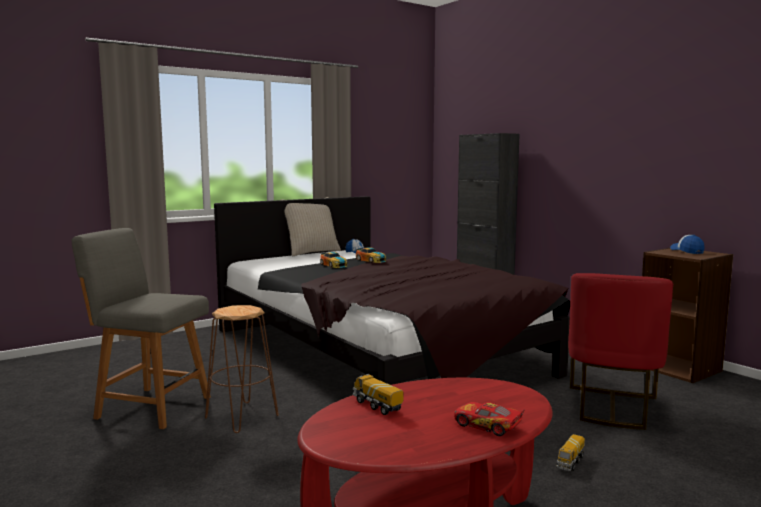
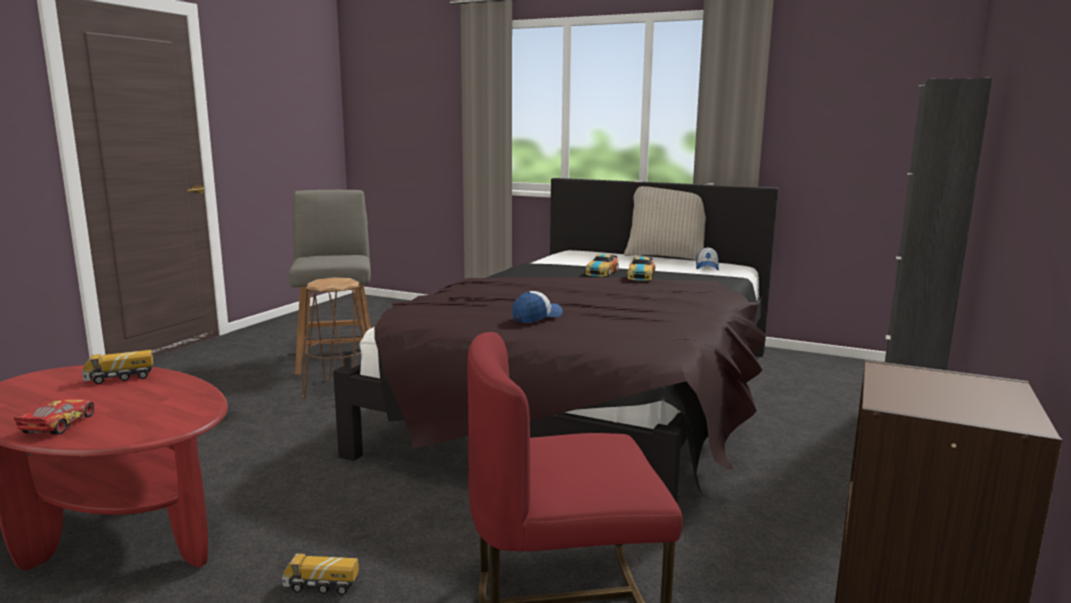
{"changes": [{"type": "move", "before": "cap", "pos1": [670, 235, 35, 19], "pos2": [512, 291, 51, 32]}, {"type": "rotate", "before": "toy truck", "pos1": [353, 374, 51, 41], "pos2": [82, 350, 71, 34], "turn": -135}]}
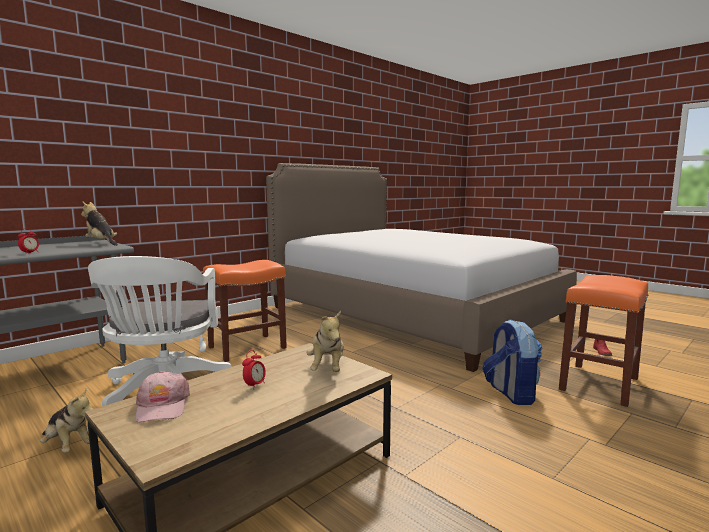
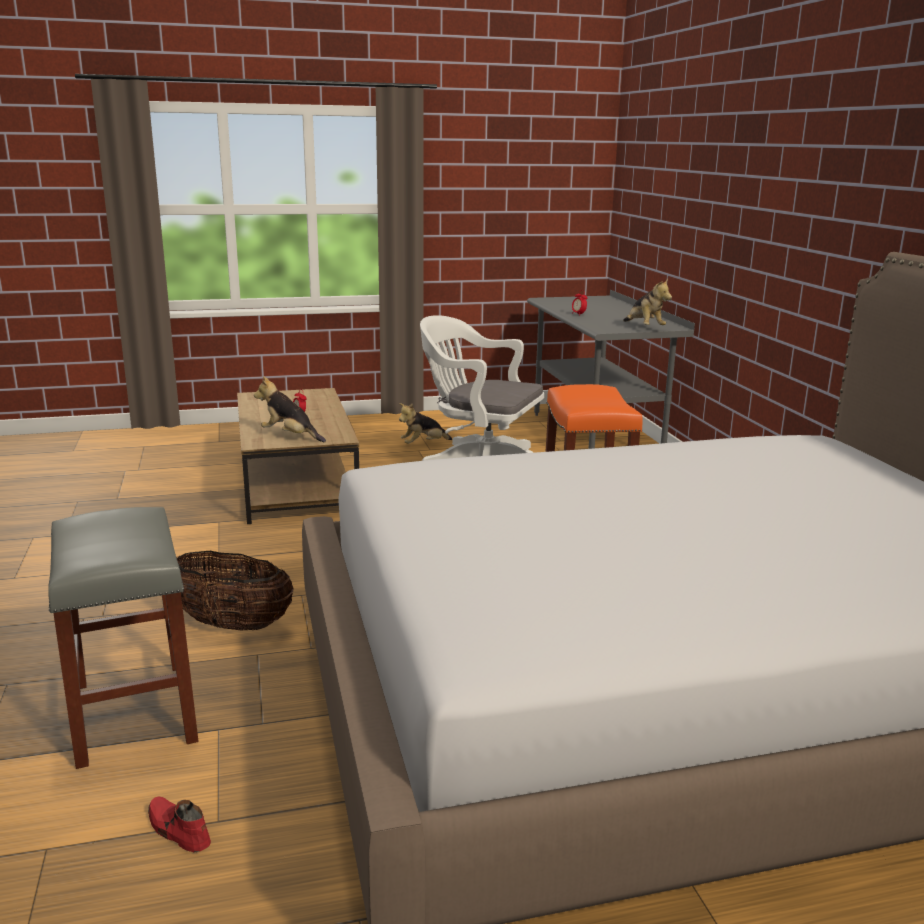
{"changes": [{"type": "delete", "before": "cap/pink", "pos1": [135, 371, 55, 51]}, {"type": "replace", "before": "backpack", "after": "basket", "pos1": [483, 319, 60, 86], "pos2": [176, 551, 118, 80]}, {"type": "recolor", "before": "stool/orange", "after": "stool/grey", "pos1": [559, 275, 89, 132], "pos2": [48, 507, 150, 262]}, {"type": "rotate", "before": "plush toy", "pos1": [81, 202, 37, 44], "pos2": [623, 278, 49, 47], "turn": 90}]}
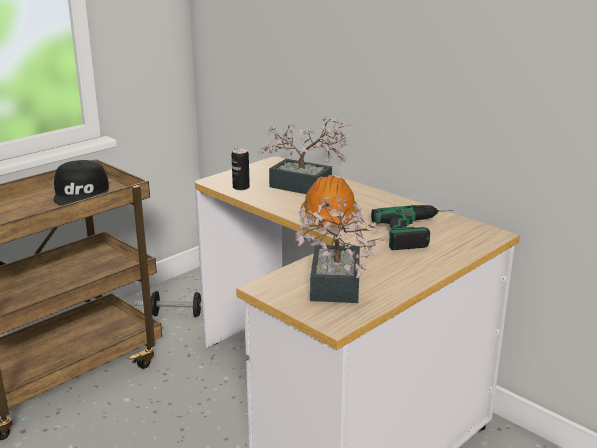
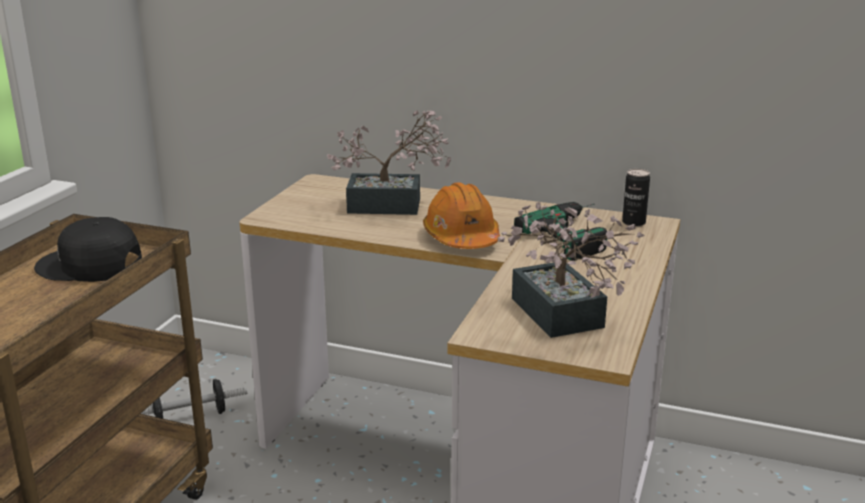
{"changes": [{"type": "move", "before": "can", "pos1": [231, 148, 19, 42], "pos2": [622, 169, 28, 58]}, {"type": "rotate", "before": "cap/black", "pos1": [54, 160, 55, 45], "pos2": [34, 217, 108, 65], "turn": 135}]}
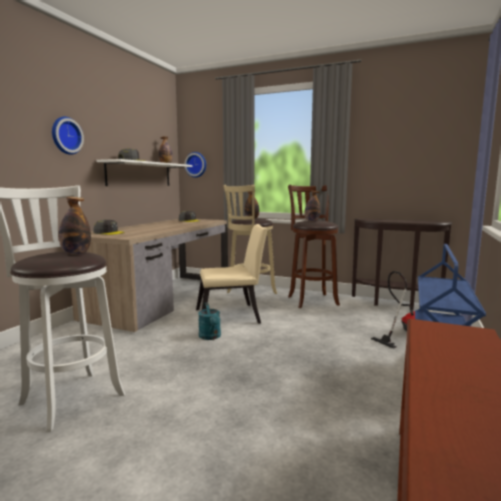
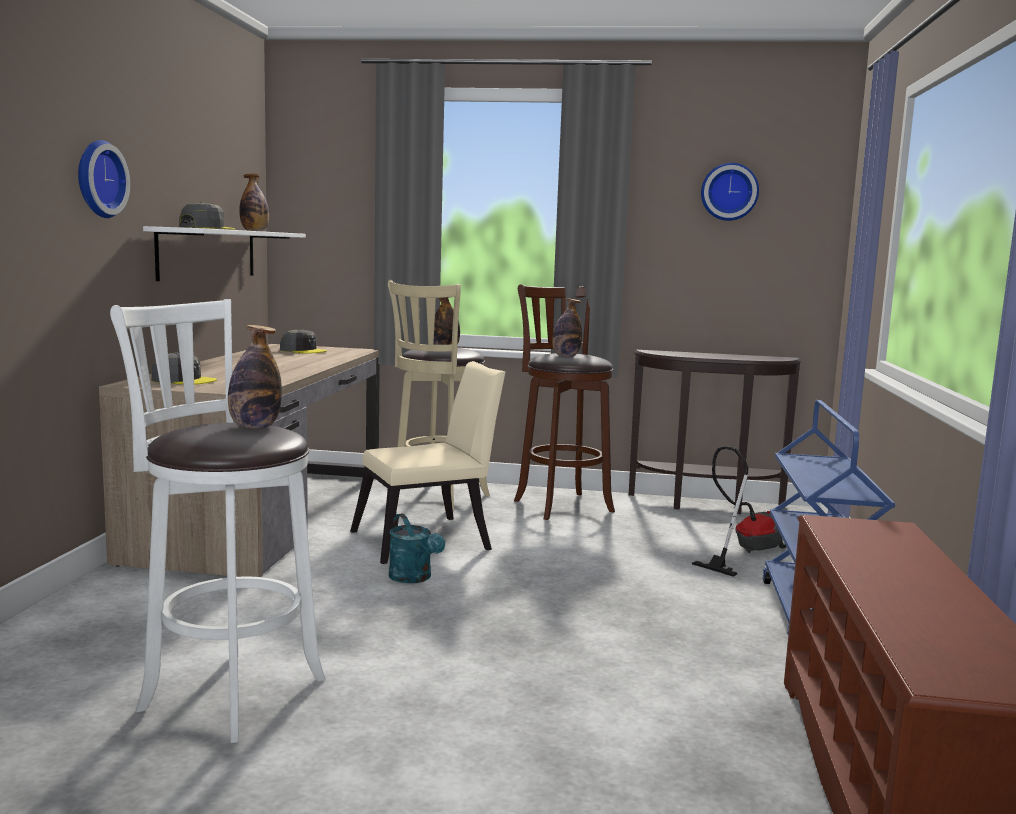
{"changes": [{"type": "move", "before": "wall clock", "pos1": [185, 152, 21, 26], "pos2": [701, 163, 58, 58]}]}
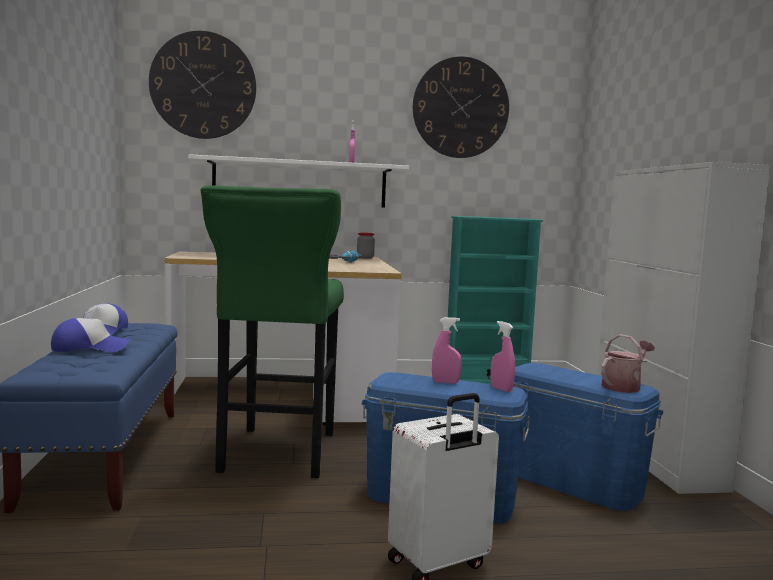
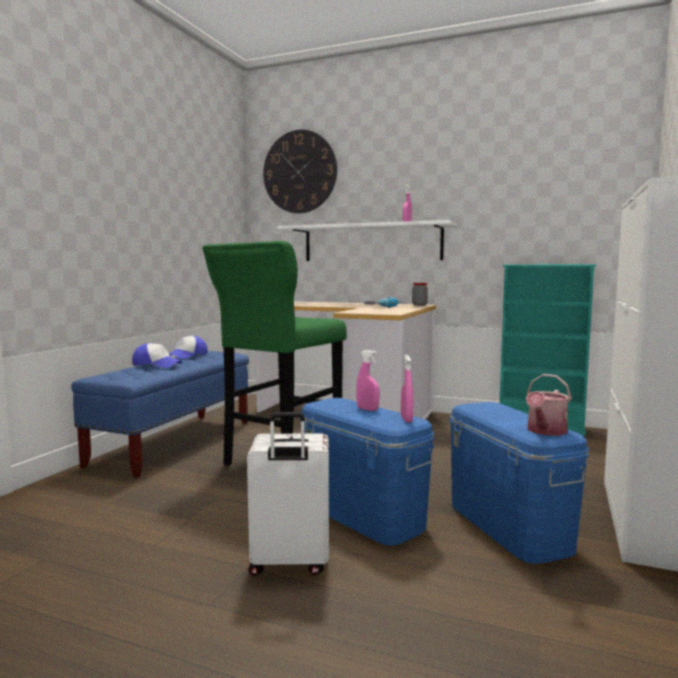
{"changes": [{"type": "delete", "before": "wall clock", "pos1": [413, 56, 96, 102]}, {"type": "rotate", "before": "watering can", "pos1": [601, 334, 54, 59], "pos2": [526, 374, 46, 62], "turn": 135}]}
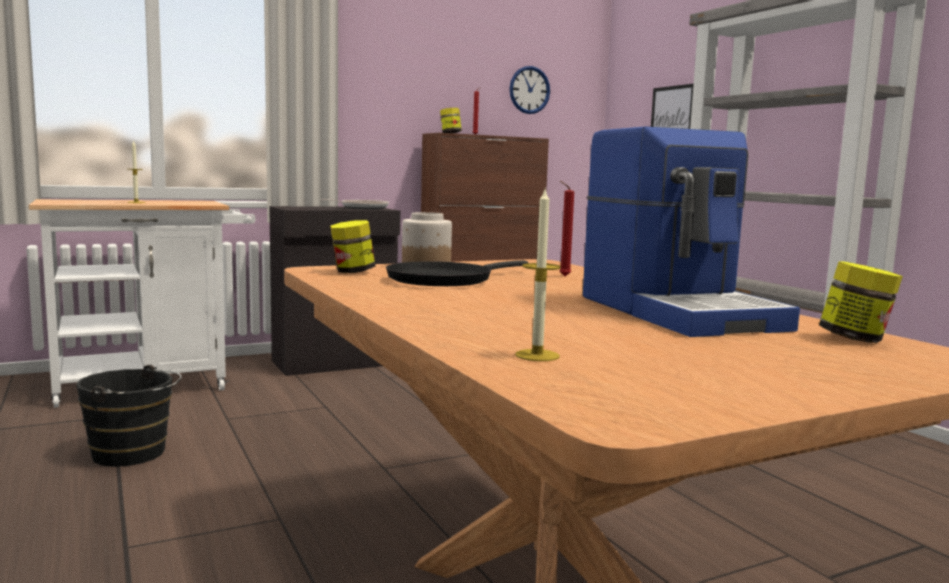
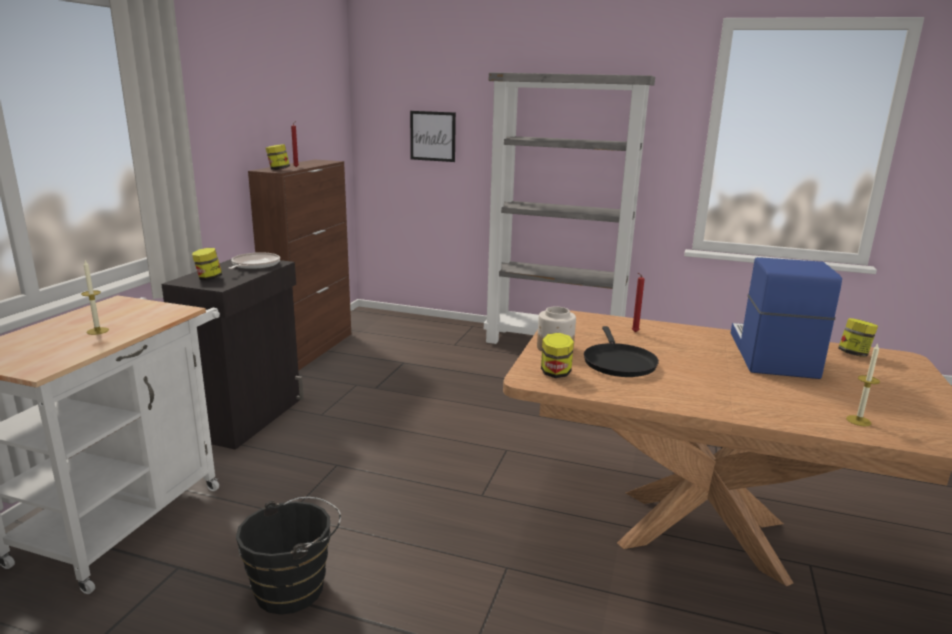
{"changes": [{"type": "delete", "before": "wall clock", "pos1": [509, 66, 41, 48]}, {"type": "insert", "after": "jar", "pos2": [192, 248, 30, 32]}, {"type": "rotate", "before": "coffee machine", "pos1": [583, 127, 217, 210], "pos2": [731, 257, 111, 122], "turn": -105}]}
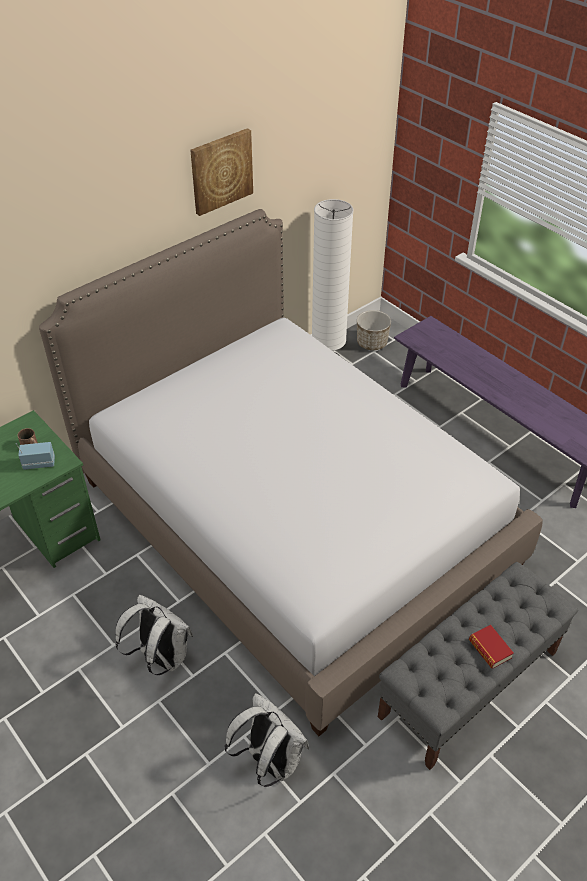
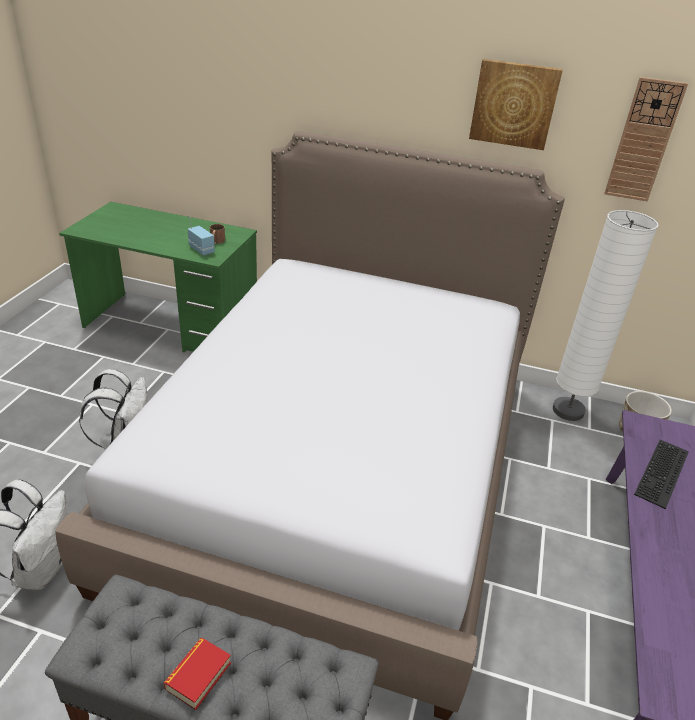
{"changes": [{"type": "insert", "after": "wall clock", "pos2": [604, 77, 84, 125]}, {"type": "insert", "after": "keyboard", "pos2": [634, 440, 55, 69]}]}
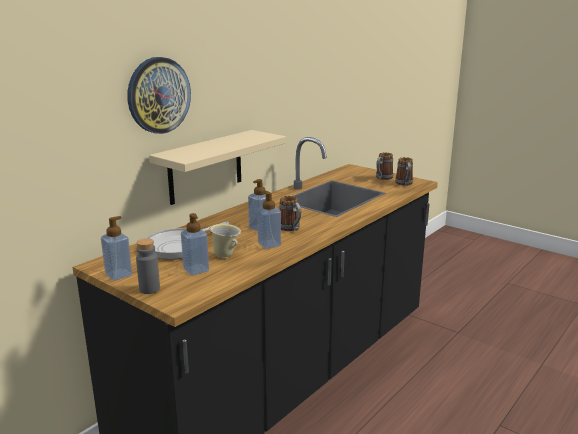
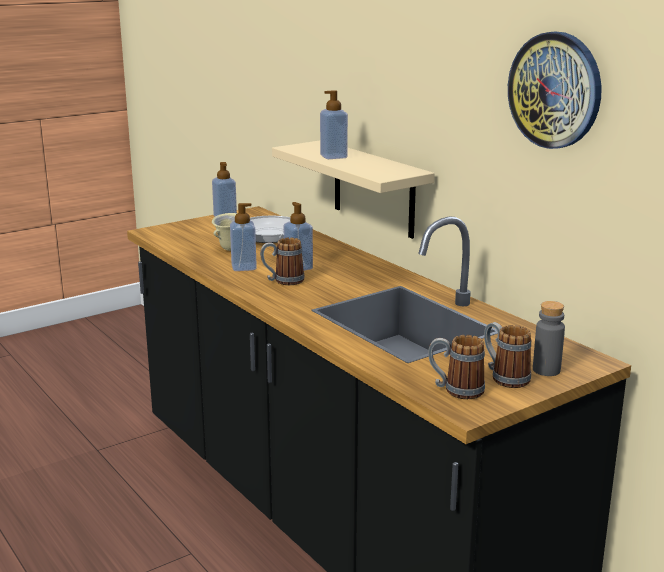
{"changes": [{"type": "move", "before": "wall clock", "pos1": [127, 57, 64, 77], "pos2": [508, 31, 94, 118]}, {"type": "move", "before": "bottle/grey", "pos1": [136, 238, 24, 56], "pos2": [533, 301, 32, 75]}, {"type": "move", "before": "soap dispenser", "pos1": [181, 213, 28, 63], "pos2": [320, 90, 28, 69]}]}
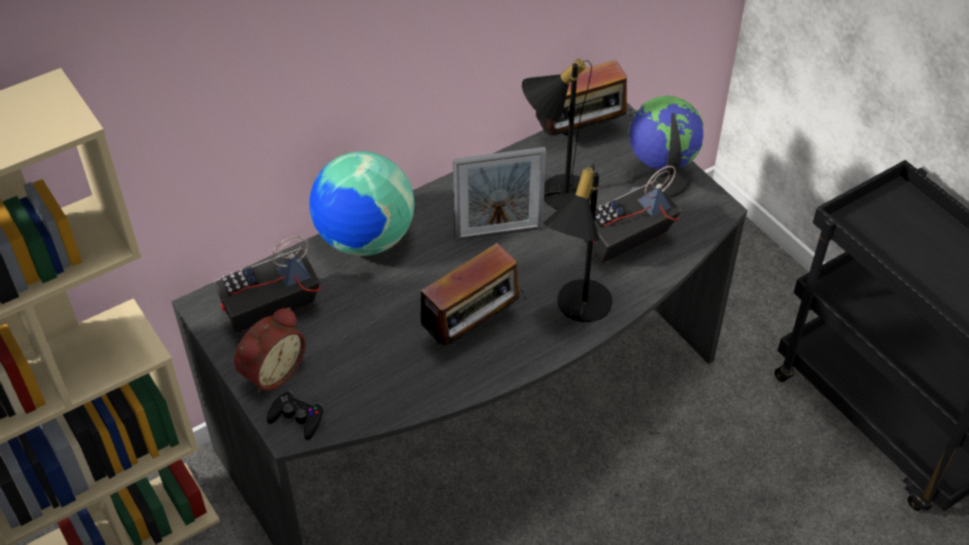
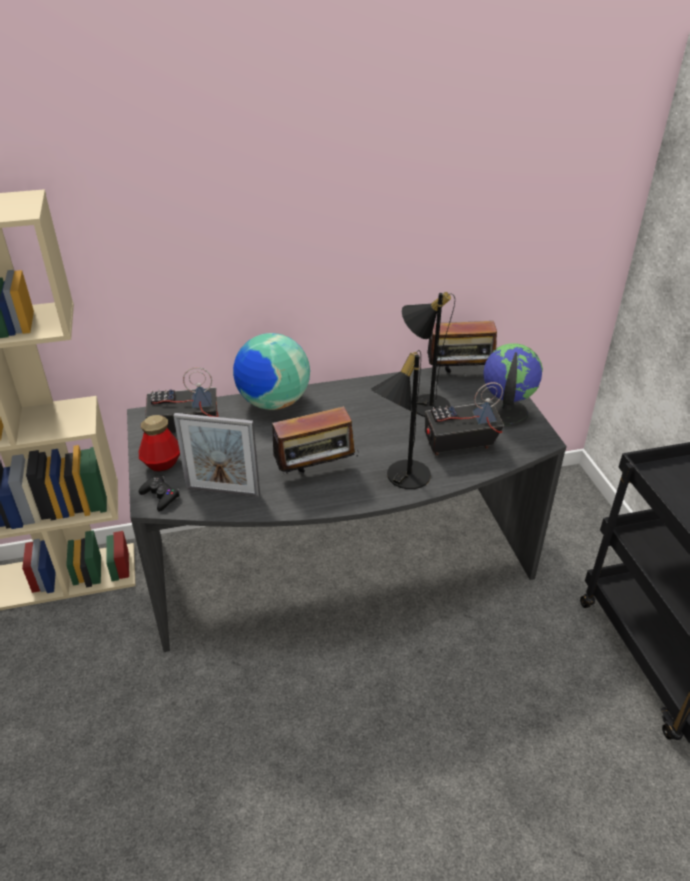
{"changes": [{"type": "move", "before": "picture frame", "pos1": [453, 147, 93, 94], "pos2": [173, 413, 87, 84]}, {"type": "replace", "before": "alarm clock", "after": "bottle", "pos1": [234, 307, 72, 86], "pos2": [139, 415, 41, 56]}]}
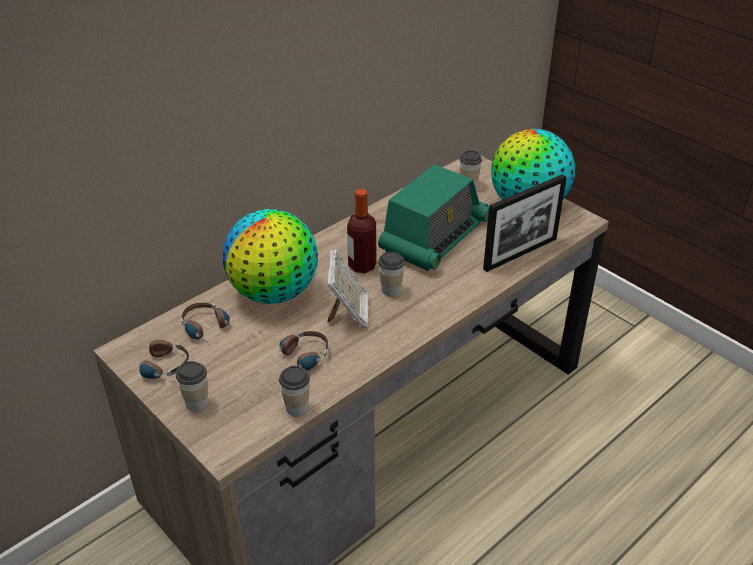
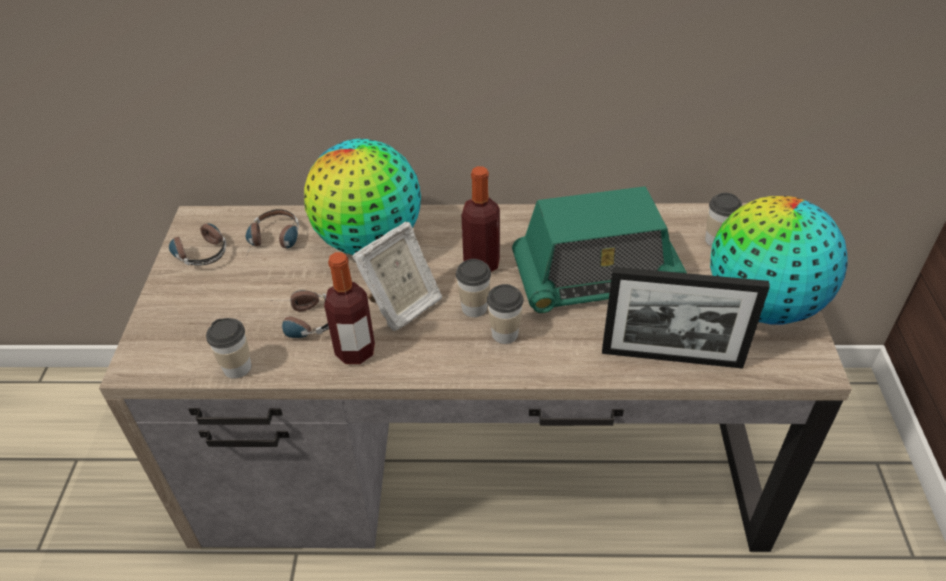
{"changes": [{"type": "insert", "after": "bottle", "pos2": [324, 252, 51, 112]}, {"type": "move", "before": "cup", "pos1": [176, 361, 32, 50], "pos2": [487, 284, 37, 60]}]}
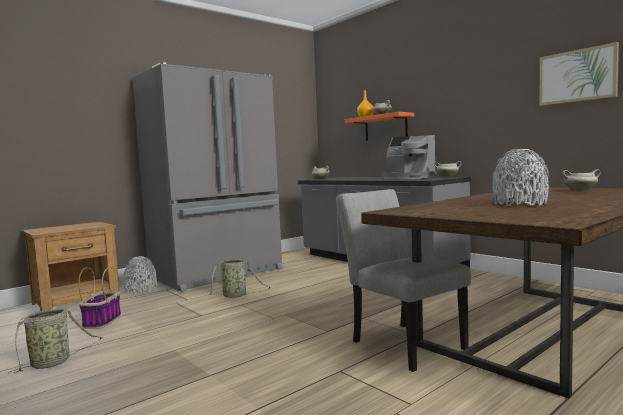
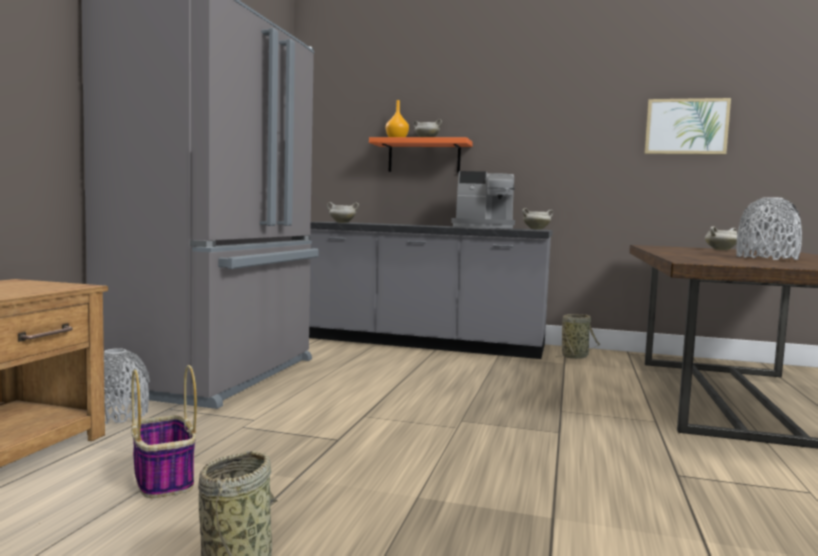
{"changes": [{"type": "delete", "before": "chair/grey", "pos1": [336, 189, 135, 183]}, {"type": "move", "before": "basket", "pos1": [210, 259, 60, 39], "pos2": [555, 314, 45, 45]}]}
